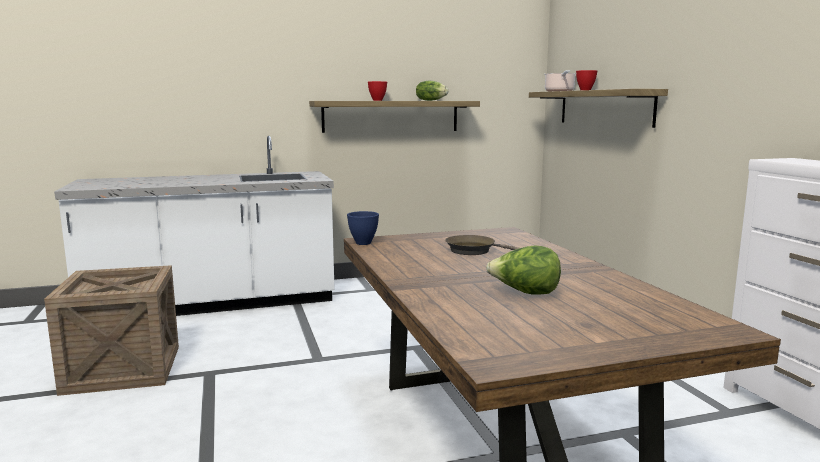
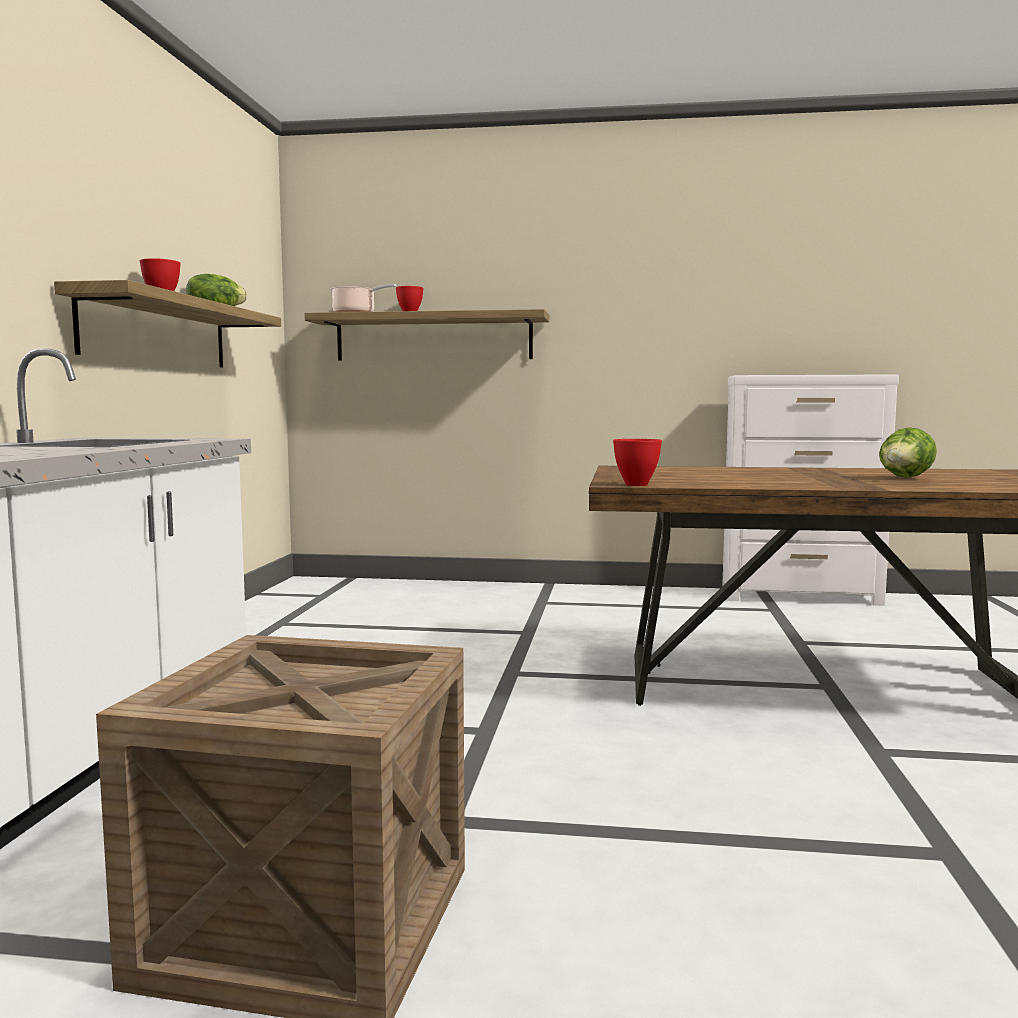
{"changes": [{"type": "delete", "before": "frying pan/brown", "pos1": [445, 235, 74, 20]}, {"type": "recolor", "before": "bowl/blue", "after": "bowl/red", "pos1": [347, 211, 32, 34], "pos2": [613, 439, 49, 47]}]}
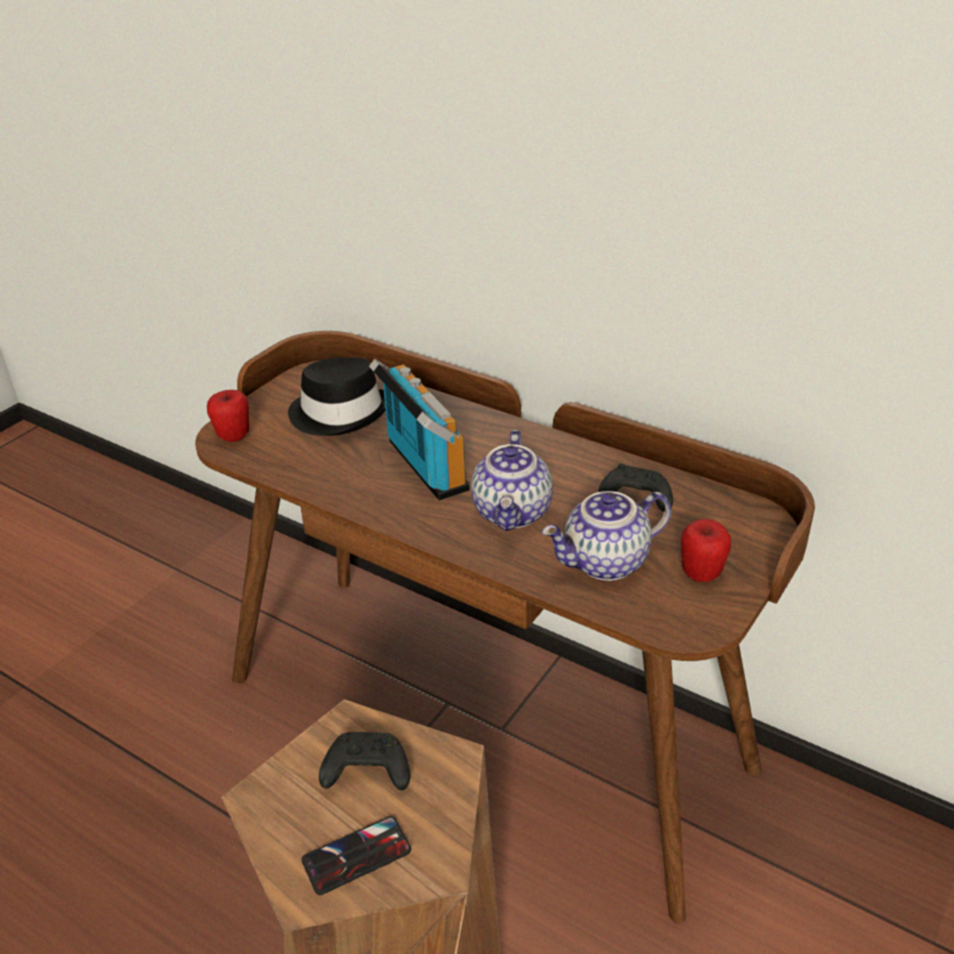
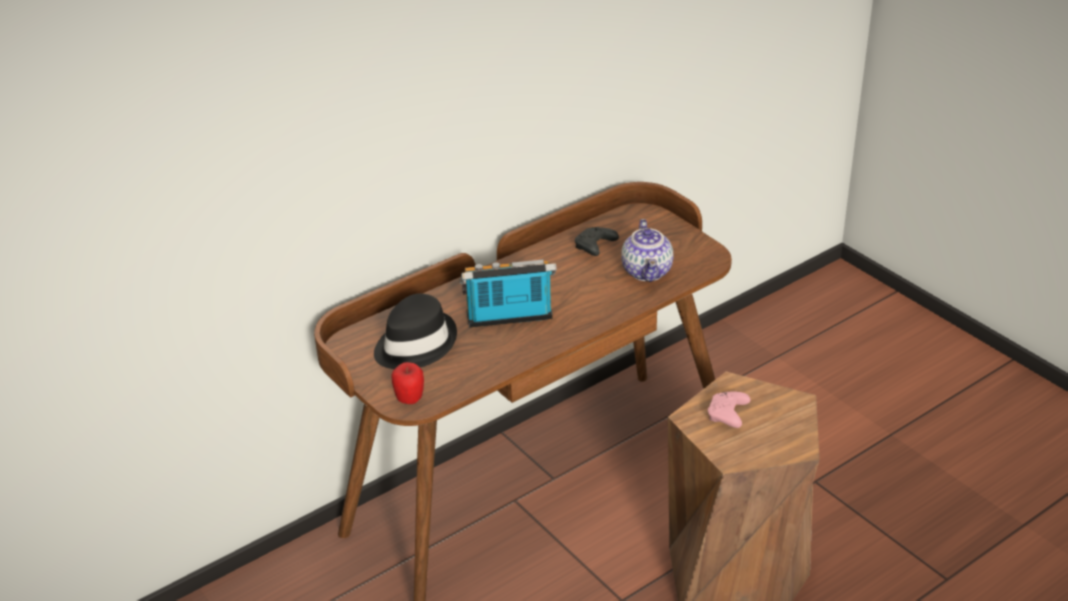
{"changes": [{"type": "delete", "before": "phone", "pos1": [302, 816, 109, 79]}, {"type": "delete", "before": "teapot", "pos1": [471, 430, 82, 101]}, {"type": "delete", "before": "apple", "pos1": [681, 519, 50, 63]}, {"type": "recolor", "before": "game controller/black", "after": "game controller/pink", "pos1": [319, 732, 91, 58], "pos2": [708, 392, 43, 36]}]}
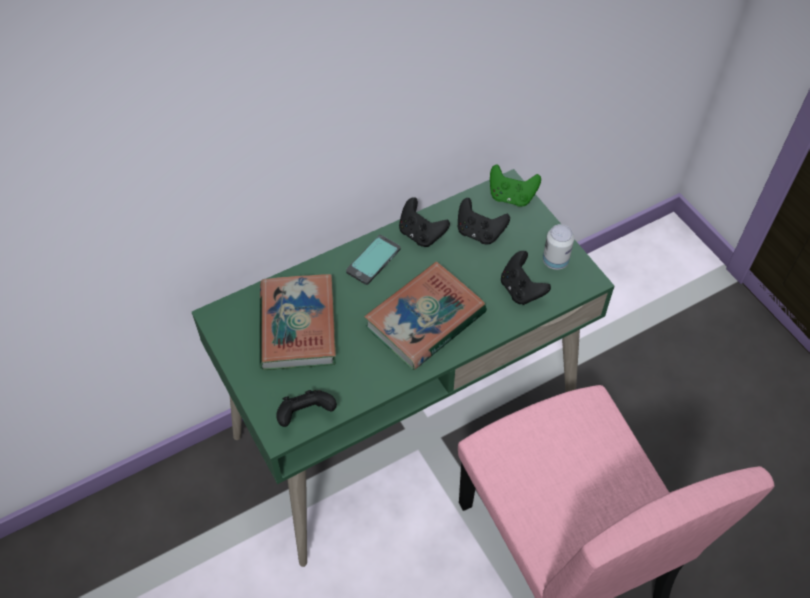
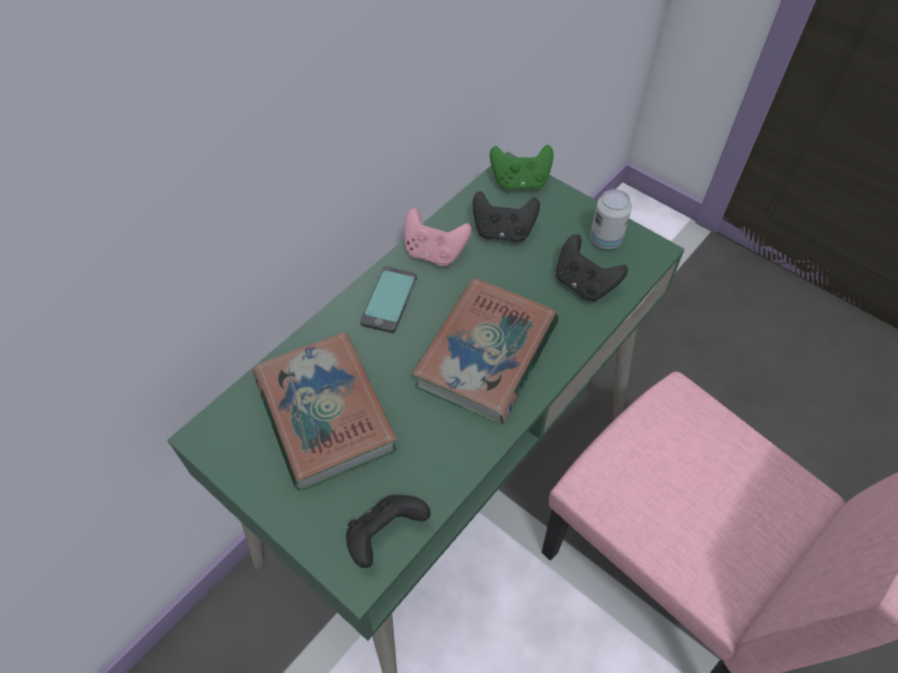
{"changes": [{"type": "recolor", "before": "game controller/black", "after": "game controller/pink", "pos1": [399, 197, 51, 50], "pos2": [404, 208, 68, 58]}]}
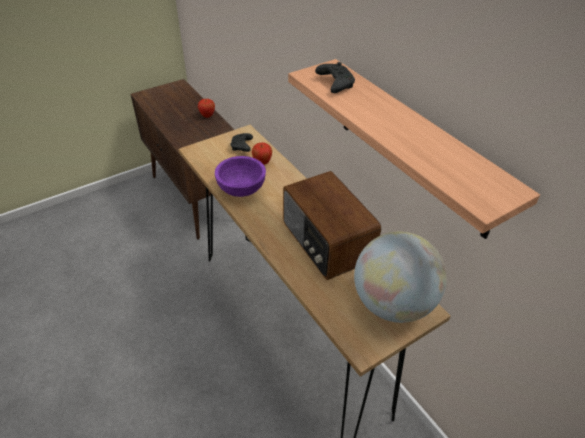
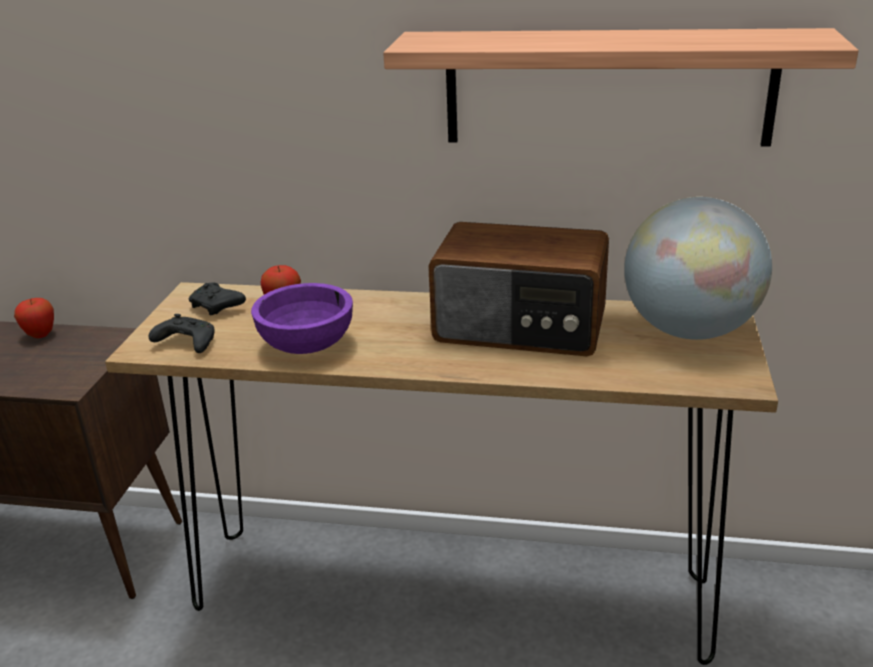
{"changes": [{"type": "move", "before": "game controller/black", "pos1": [315, 62, 40, 31], "pos2": [149, 314, 66, 39]}]}
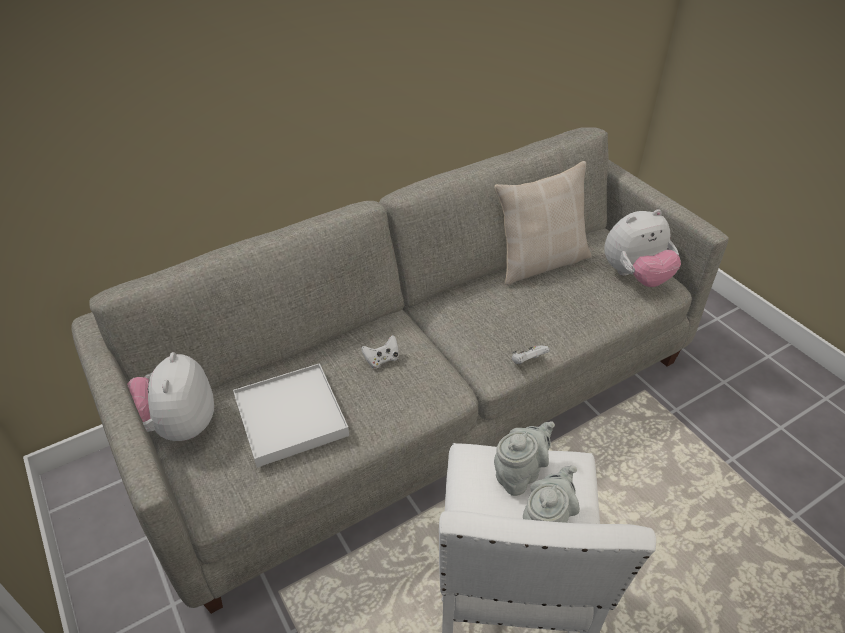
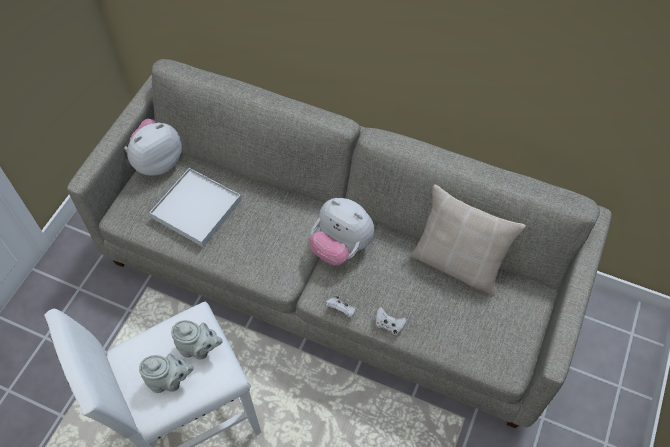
{"changes": [{"type": "move", "before": "game controller/white", "pos1": [361, 335, 38, 33], "pos2": [376, 307, 31, 28]}, {"type": "move", "before": "plush toy", "pos1": [604, 209, 77, 78], "pos2": [309, 198, 66, 67]}]}
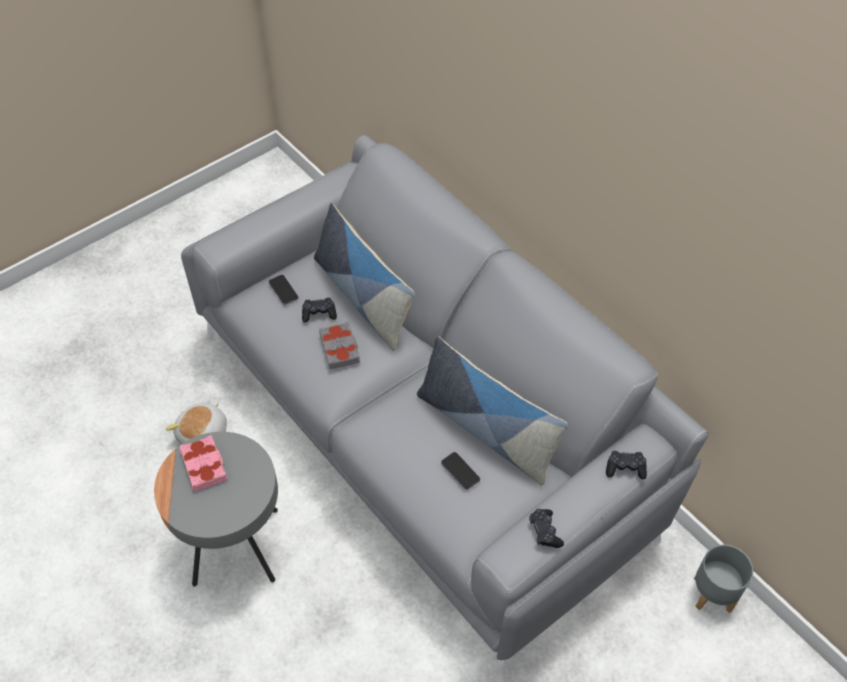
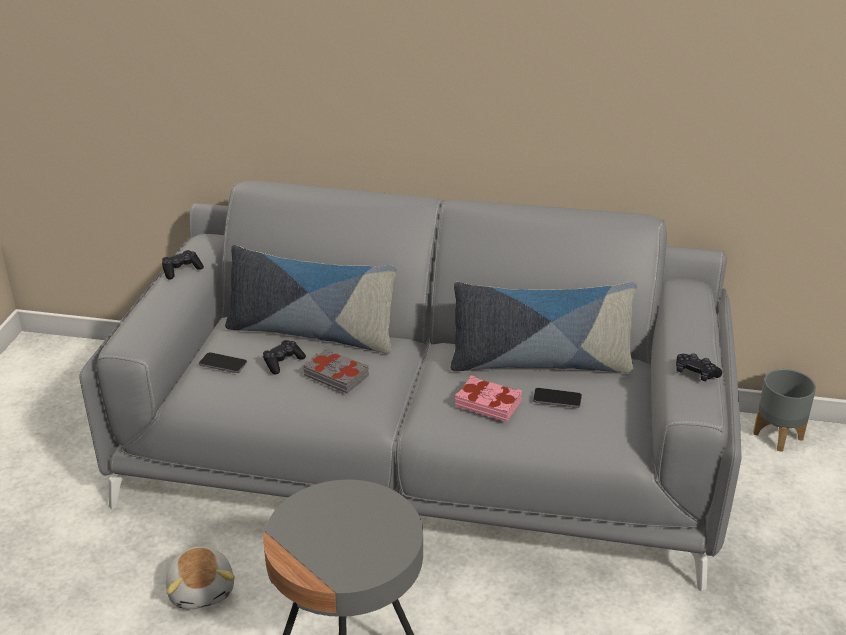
{"changes": [{"type": "move", "before": "book/pink", "pos1": [180, 435, 47, 57], "pos2": [455, 375, 67, 47]}, {"type": "move", "before": "game controller/black", "pos1": [606, 451, 41, 29], "pos2": [162, 250, 42, 30]}]}
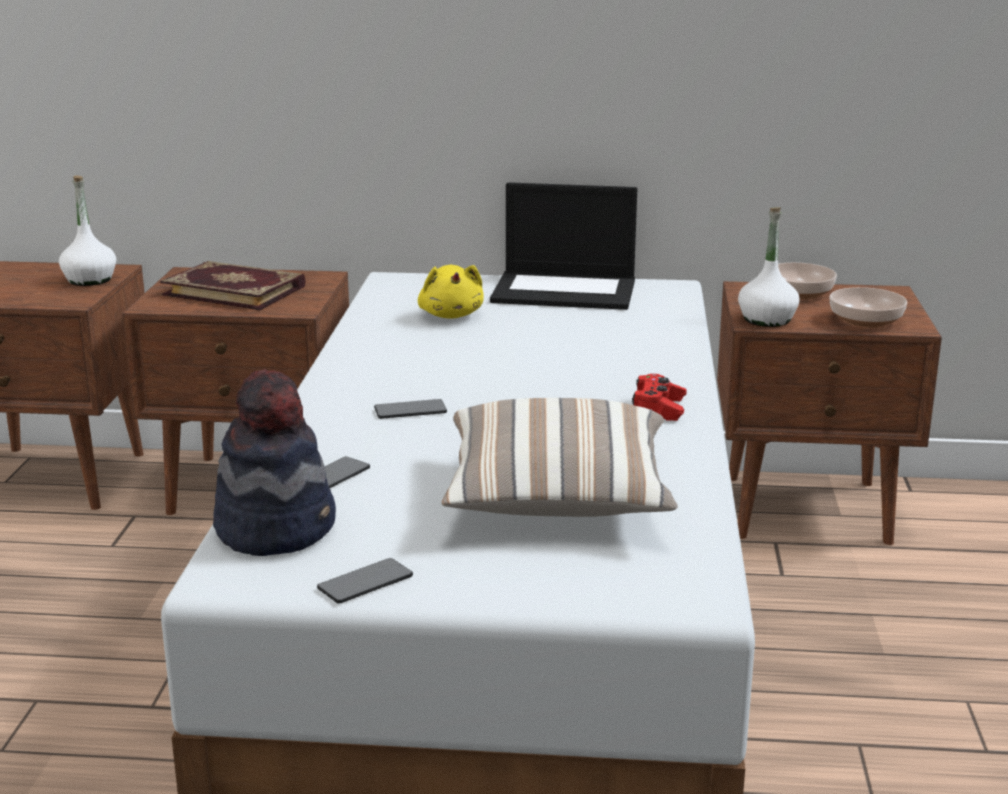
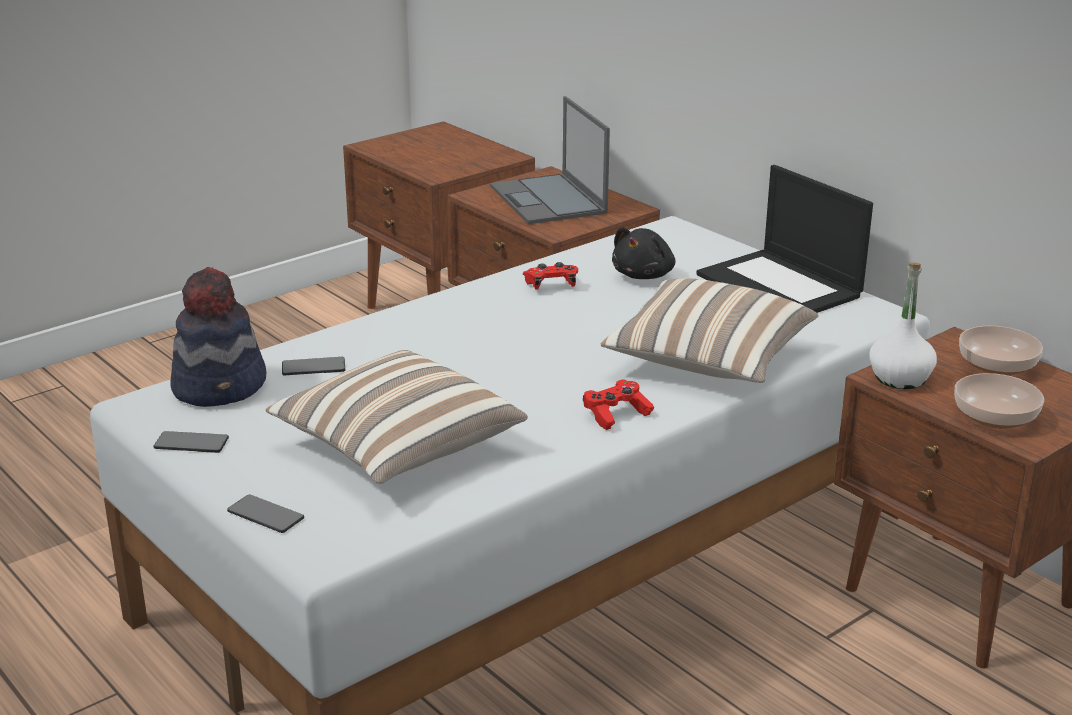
{"changes": [{"type": "delete", "before": "bottle/white", "pos1": [59, 176, 57, 110]}, {"type": "insert", "after": "game controller/red", "pos2": [523, 262, 55, 28]}, {"type": "insert", "after": "pillow", "pos2": [601, 278, 217, 105]}, {"type": "move", "before": "phone", "pos1": [374, 399, 73, 20], "pos2": [227, 494, 77, 39]}, {"type": "replace", "before": "book", "after": "laptop", "pos1": [160, 261, 146, 49], "pos2": [490, 96, 120, 128]}, {"type": "recolor", "before": "plush toy/yellow", "after": "plush toy/black", "pos1": [418, 265, 66, 54], "pos2": [612, 227, 63, 52]}]}
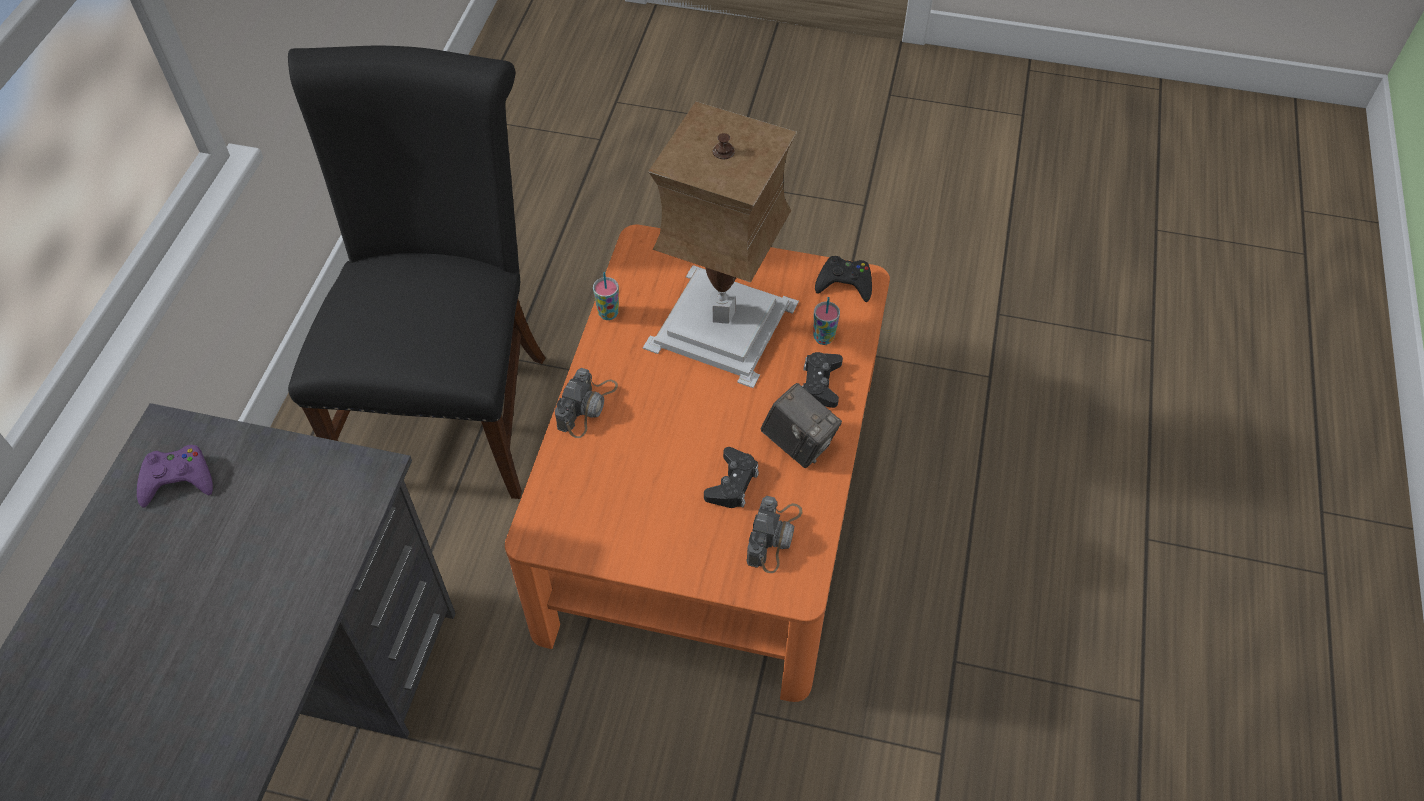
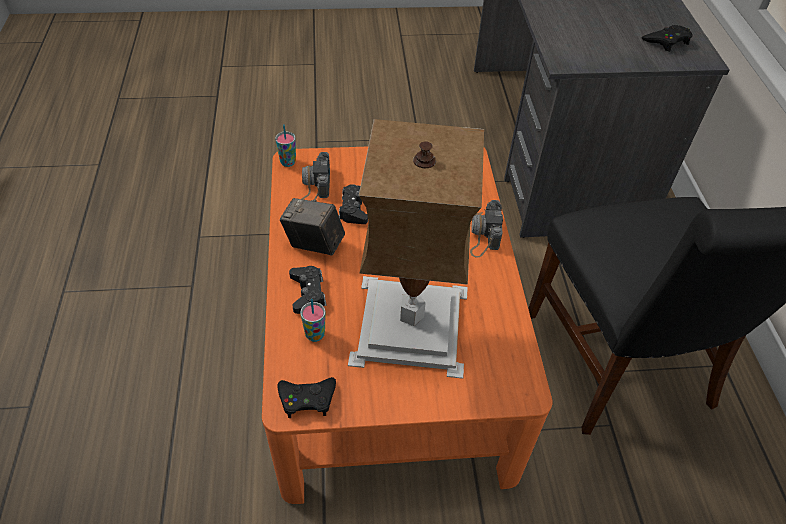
{"changes": [{"type": "move", "before": "cup", "pos1": [593, 272, 26, 48], "pos2": [275, 124, 21, 43]}, {"type": "recolor", "before": "game controller/purple", "after": "game controller/black", "pos1": [137, 445, 76, 63], "pos2": [642, 25, 51, 27]}]}
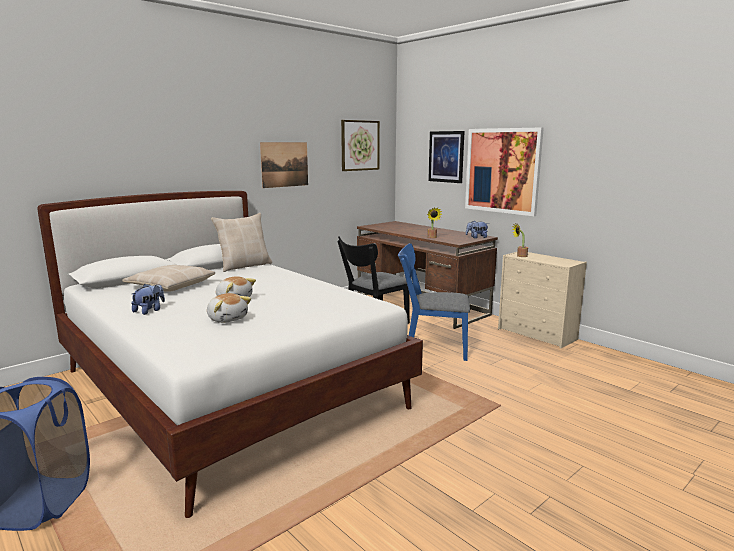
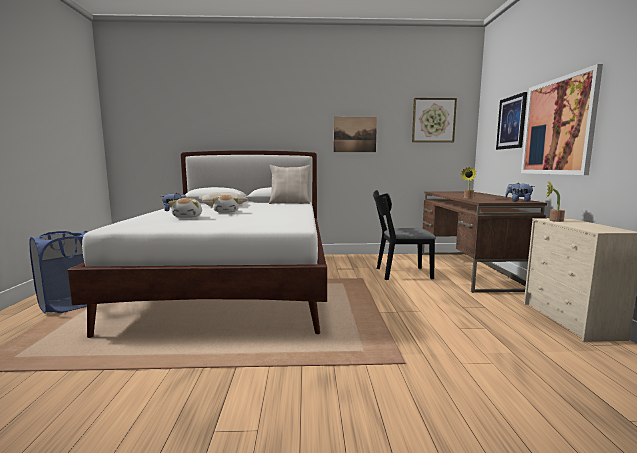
{"changes": [{"type": "delete", "before": "chair/blue", "pos1": [398, 243, 72, 118]}]}
